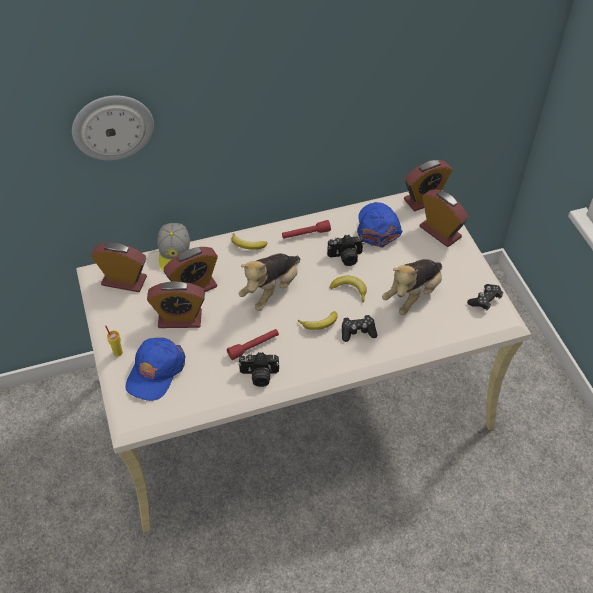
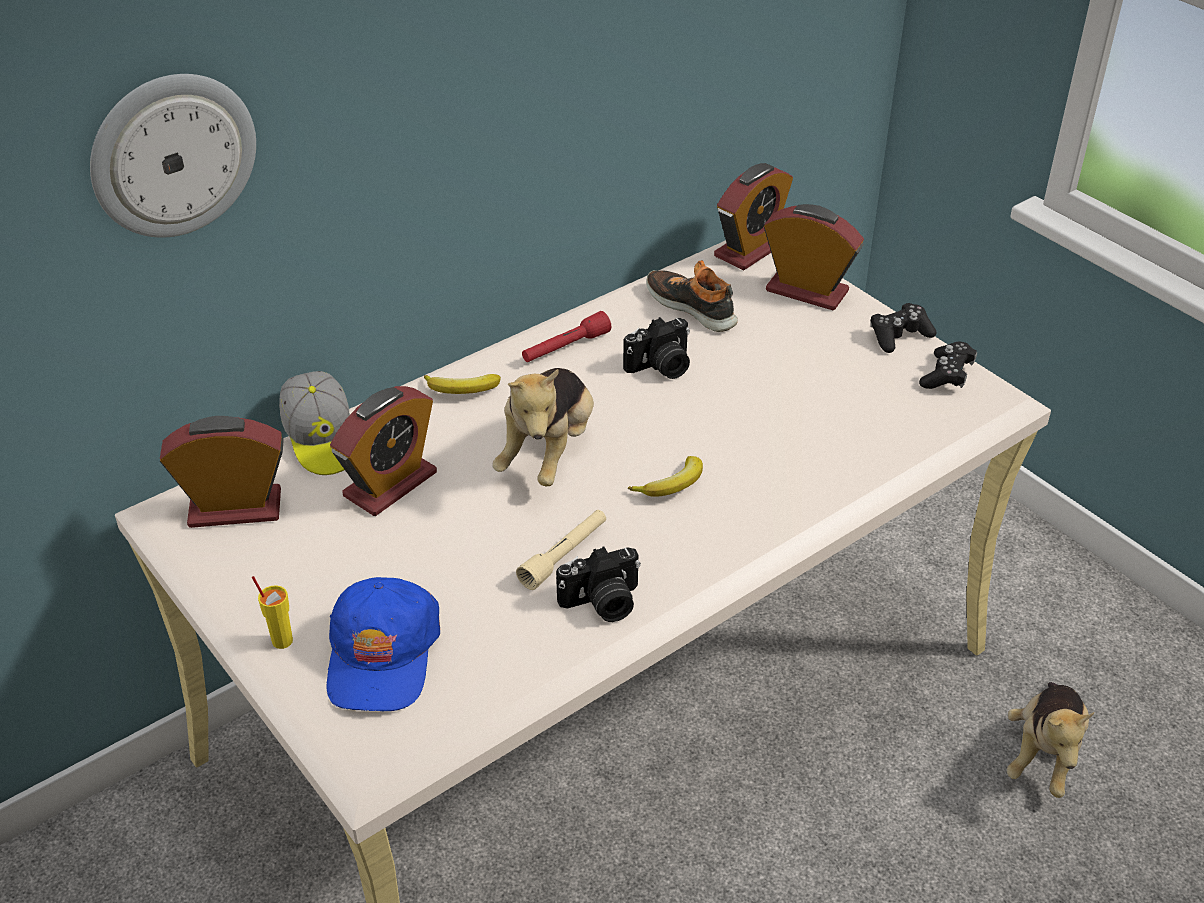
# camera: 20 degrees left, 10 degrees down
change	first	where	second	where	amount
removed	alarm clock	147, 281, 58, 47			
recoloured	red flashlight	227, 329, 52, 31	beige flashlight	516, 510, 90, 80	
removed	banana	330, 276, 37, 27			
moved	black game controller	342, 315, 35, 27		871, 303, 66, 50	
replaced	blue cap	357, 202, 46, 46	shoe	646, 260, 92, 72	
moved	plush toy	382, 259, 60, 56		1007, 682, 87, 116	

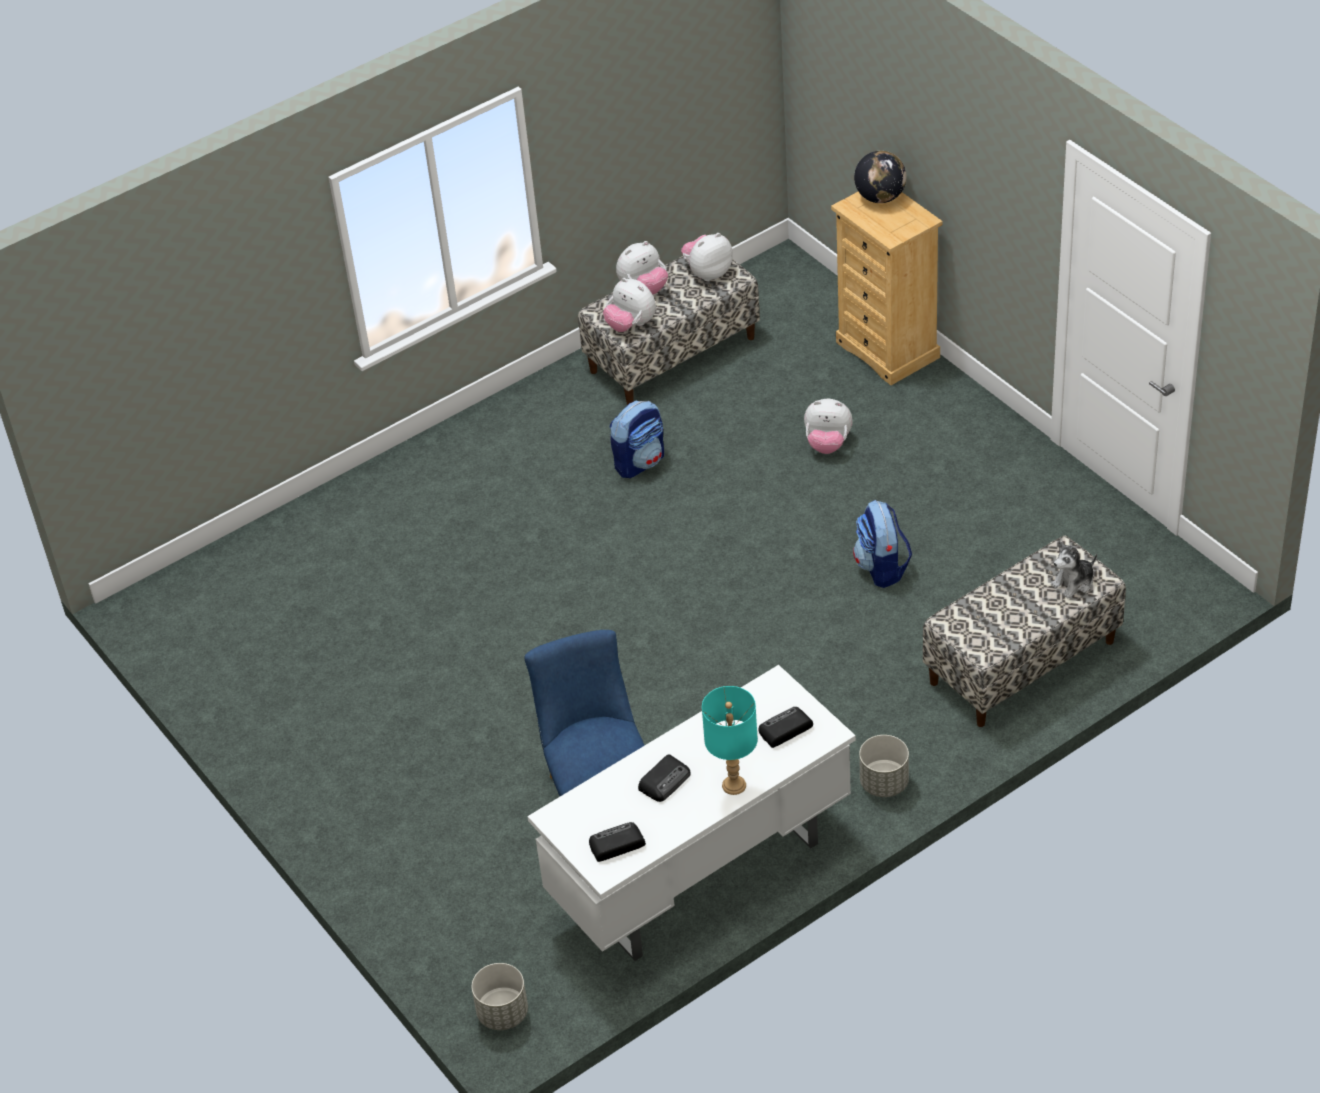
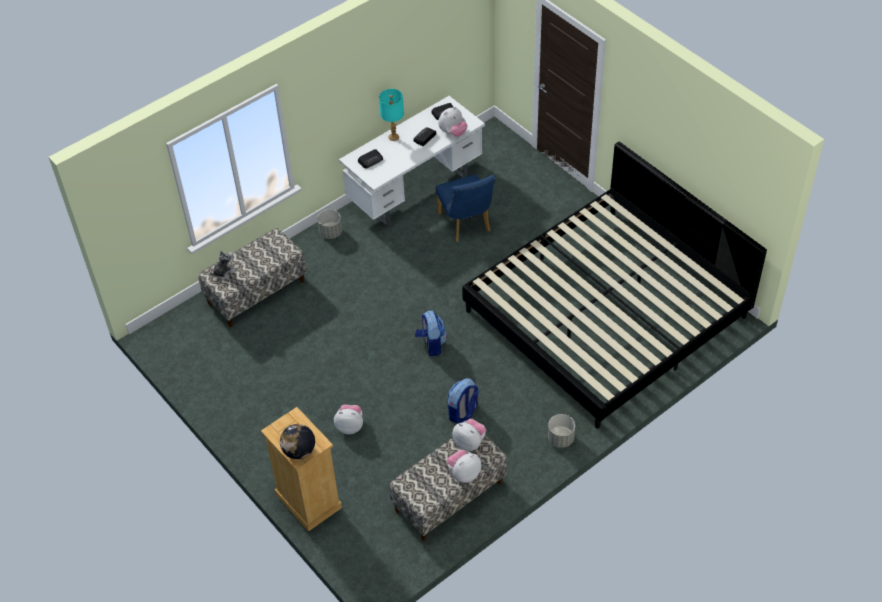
# camera: 175 degrees right, 5 degrees up
change	first	where	second	where	amount
moved	grey planter	472, 963, 56, 67		548, 414, 27, 34	
moved	plush toy	681, 233, 52, 48		438, 107, 29, 30	
moved	backpack	853, 500, 59, 88		415, 310, 32, 46	
added			bed	462, 141, 305, 288	

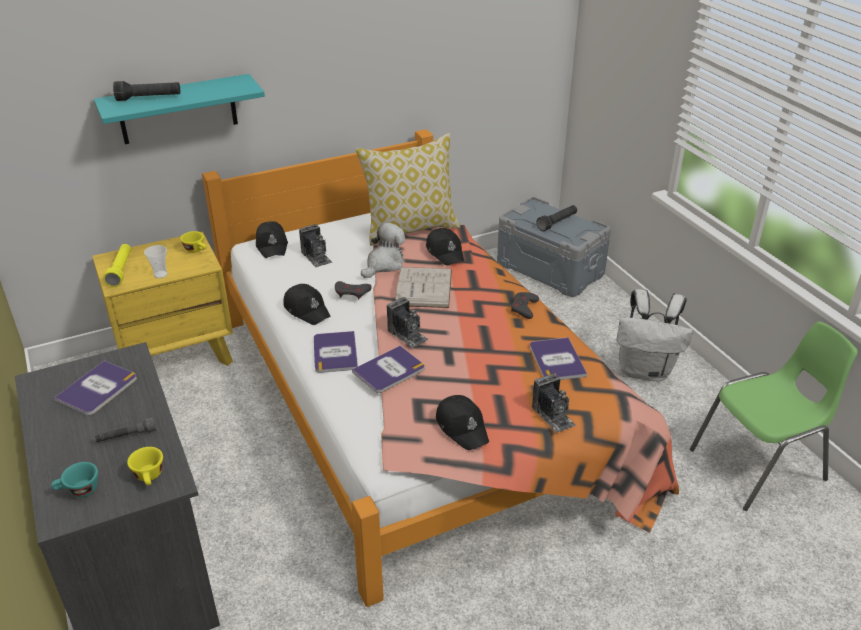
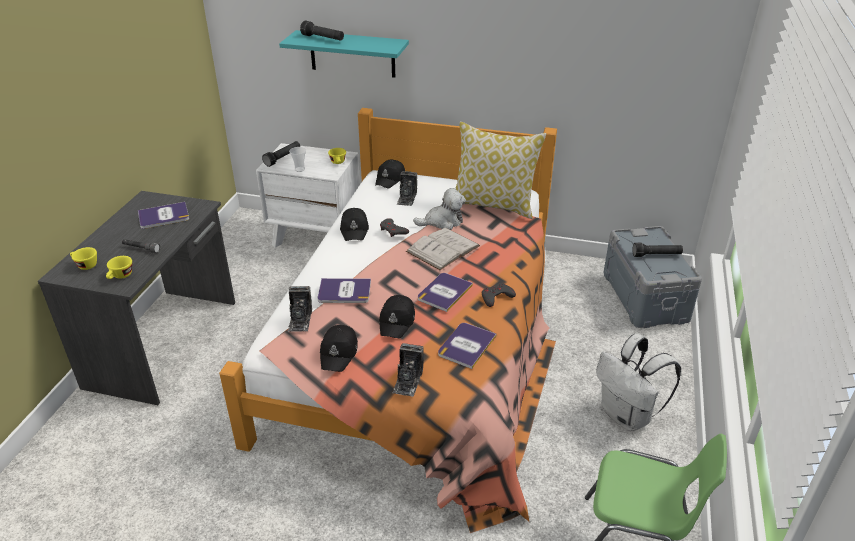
# camera: 40 degrees right, 0 degrees up
change	first	where	second	where	amount
recoloured	turquoise cup	51, 462, 47, 36	yellow cup	70, 247, 27, 23	
recoloured	yellow nightstand	92, 231, 141, 135	white nightstand	256, 143, 104, 105	
recoloured	yellow flashlight	103, 244, 28, 43	black flashlight	262, 141, 38, 26	
moved	book	314, 331, 44, 42		418, 273, 55, 39	
moved	photo camera	387, 297, 42, 51		288, 286, 24, 46	
moved	black cap	426, 228, 38, 38		379, 295, 36, 43	

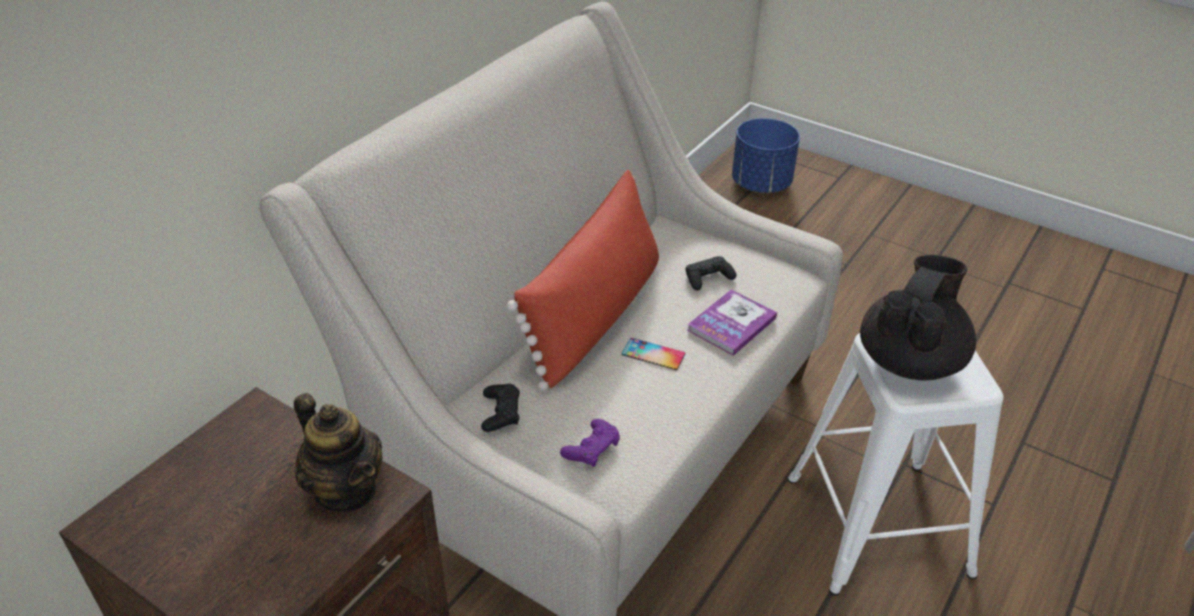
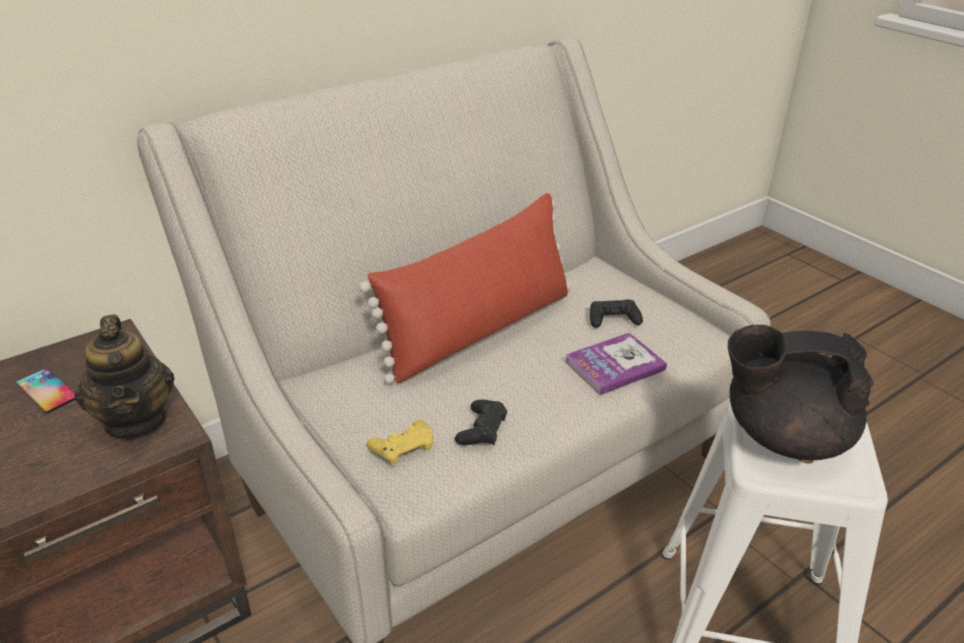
# camera: 20 degrees right, 5 degrees down
change	first	where	second	where	amount
moved	black game controller	481, 384, 39, 48		455, 400, 52, 45	
recoloured	purple game controller	560, 419, 60, 48	yellow game controller	367, 420, 66, 45	
moved	phone	622, 338, 63, 32		16, 368, 59, 45	
removed	blue planter	732, 118, 68, 75			
turned	black teapot	860, 255, 116, 126		728, 325, 146, 135	135 degrees counterclockwise

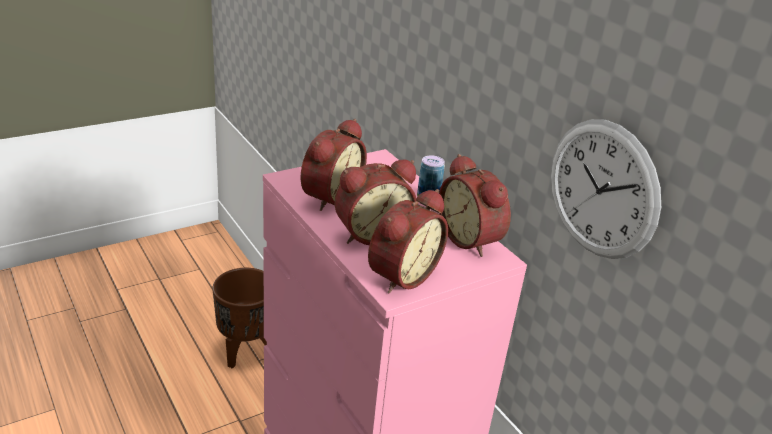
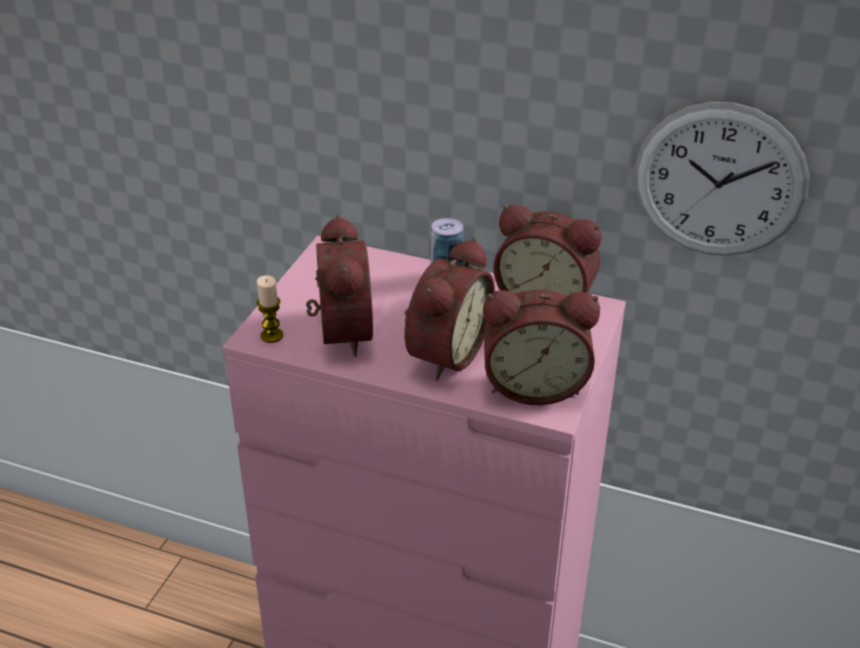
# camera: 35 degrees left, 5 degrees up
change	first	where	second	where	amount
removed	brown planter	213, 268, 54, 101			
turned	alarm clock	368, 189, 80, 105		483, 289, 117, 116	90 degrees clockwise
added			candle	257, 275, 26, 68	

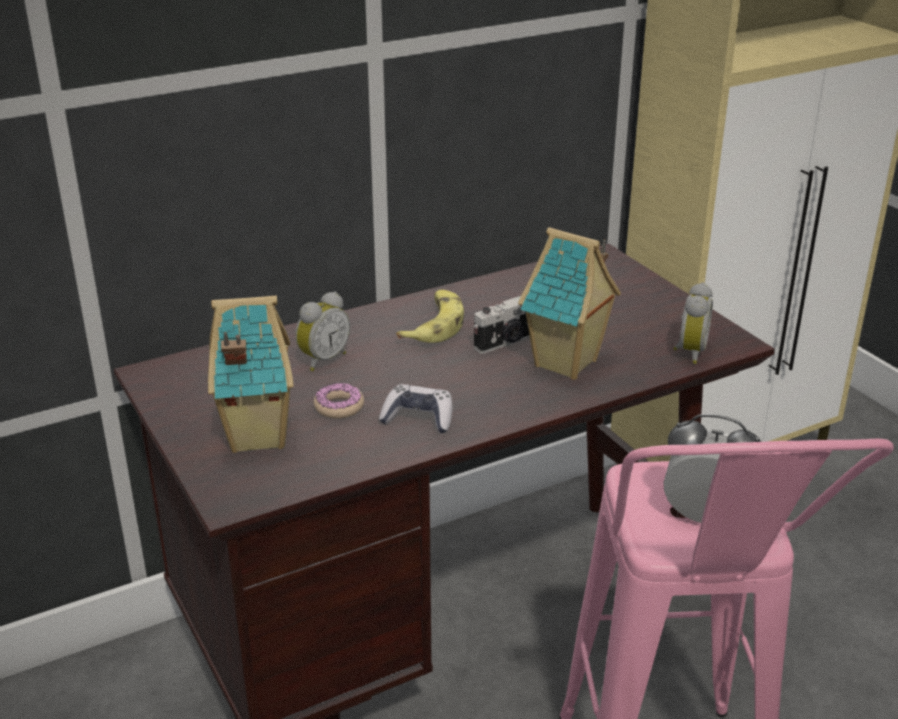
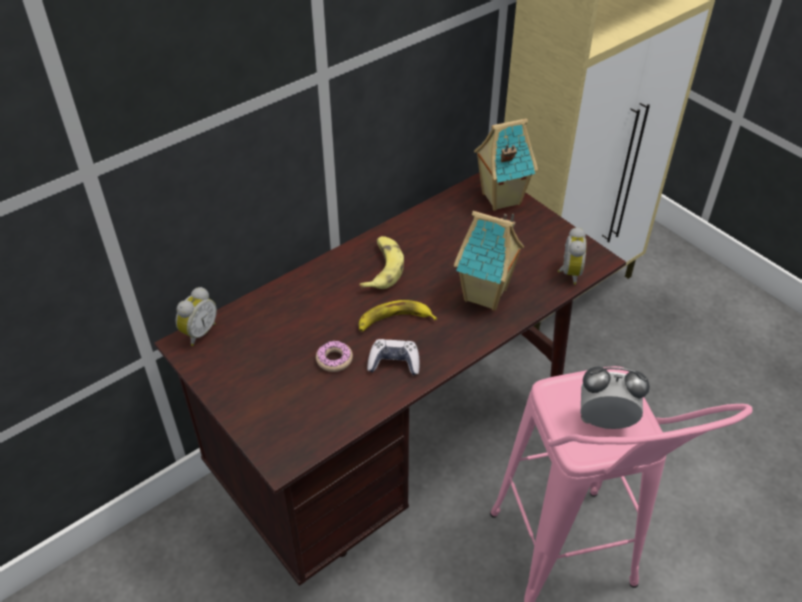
# camera: 10 degrees left, 15 degrees up
change	first	where	second	where	amount
moved	toy house	208, 295, 86, 158		474, 118, 64, 93	
moved	alarm clock	295, 292, 55, 79		176, 287, 41, 59	
removed	photo camera	474, 296, 56, 58			
added			banana	359, 300, 78, 31	

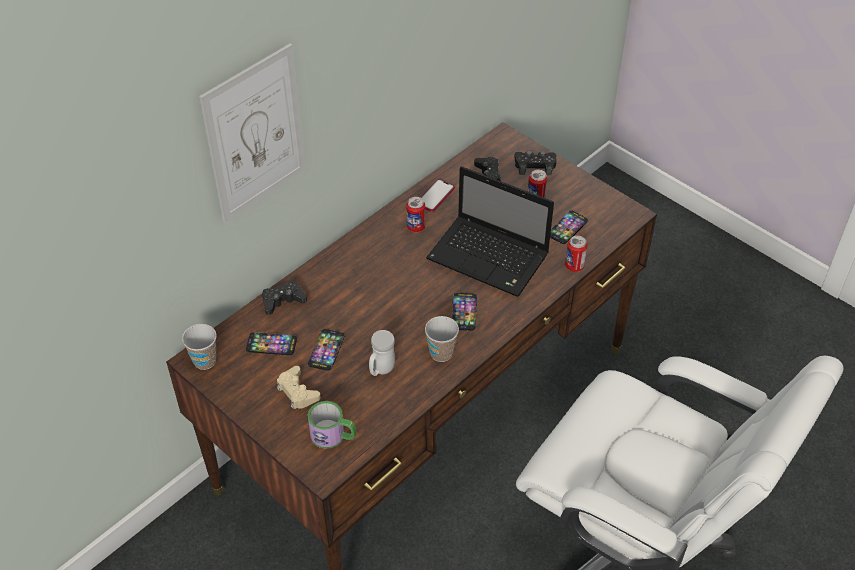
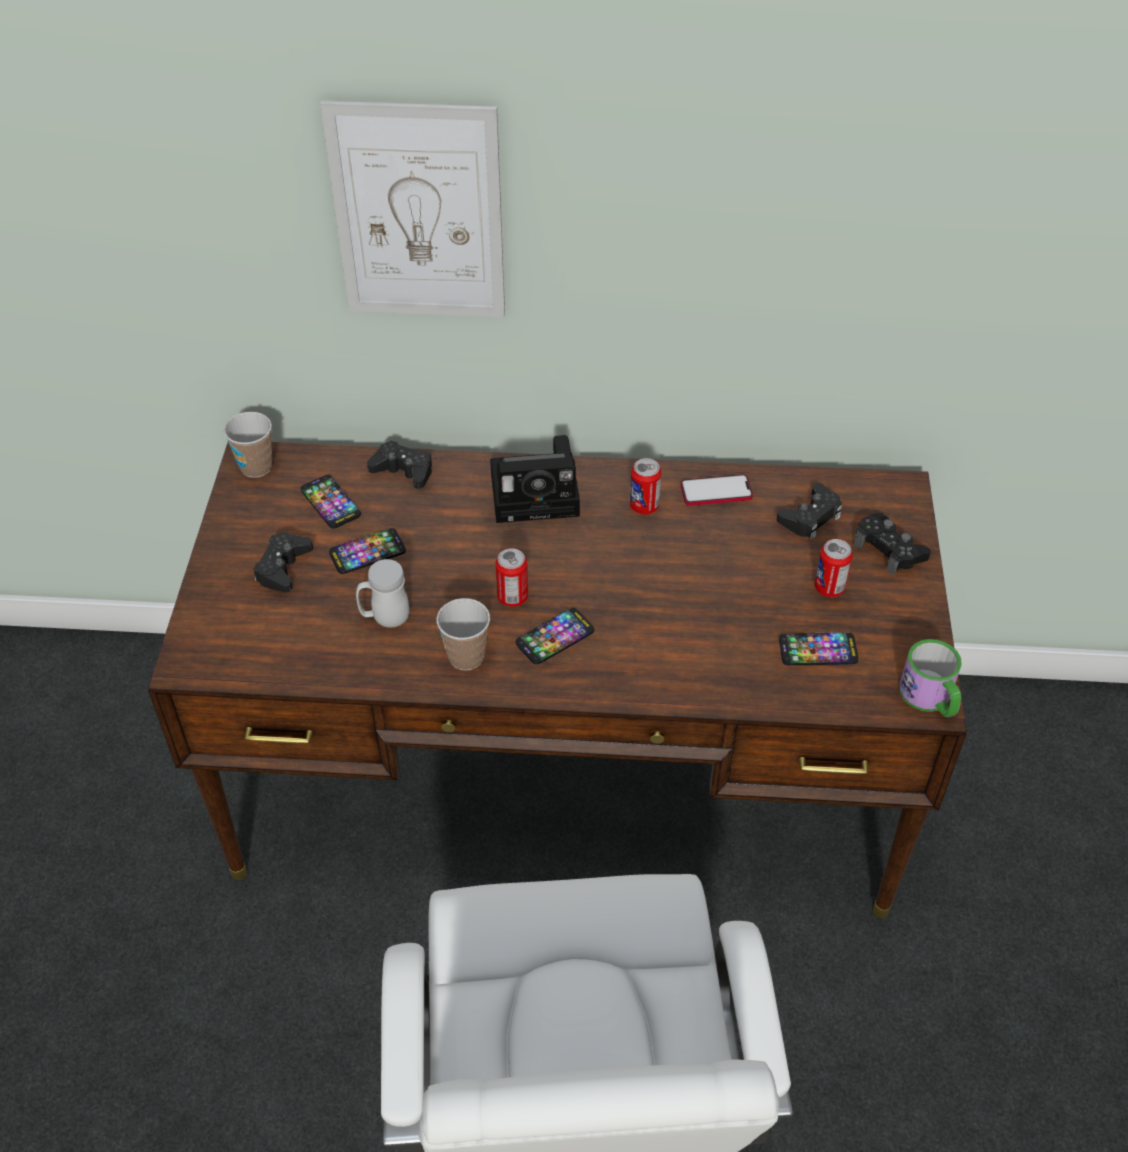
# camera: 50 degrees right, 0 degrees up
change	first	where	second	where	amount
recoloured	beige game controller	277, 366, 44, 43	black game controller	253, 532, 60, 61	
moved	mug	308, 401, 48, 48		899, 639, 63, 78	
removed	laptop	426, 166, 128, 131			
moved	can	565, 236, 23, 36		496, 548, 32, 59	
added			photo camera	490, 435, 90, 88	

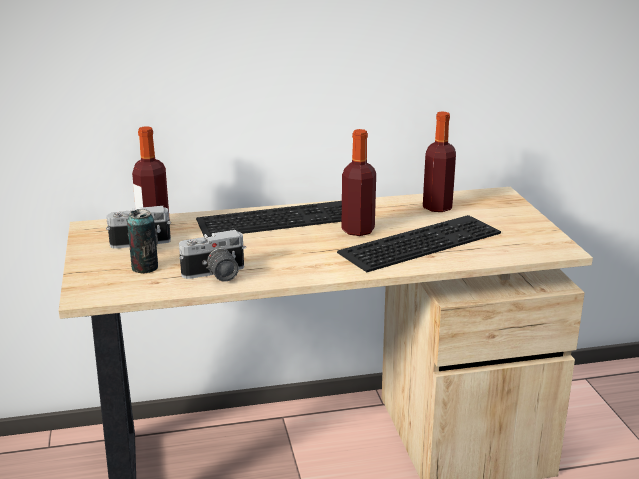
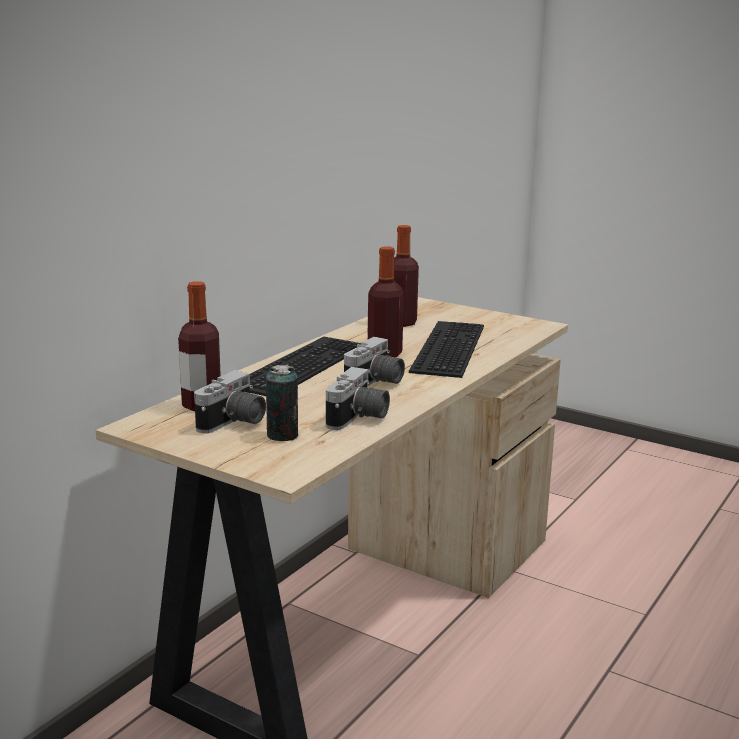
# camera: 45 degrees left, 5 degrees down
change	first	where	second	where	amount
added			photo camera	344, 337, 61, 49	

